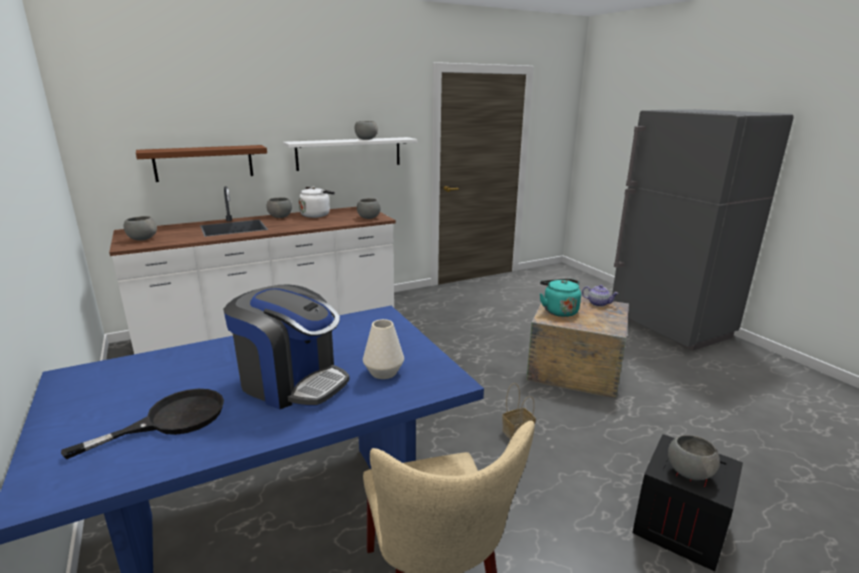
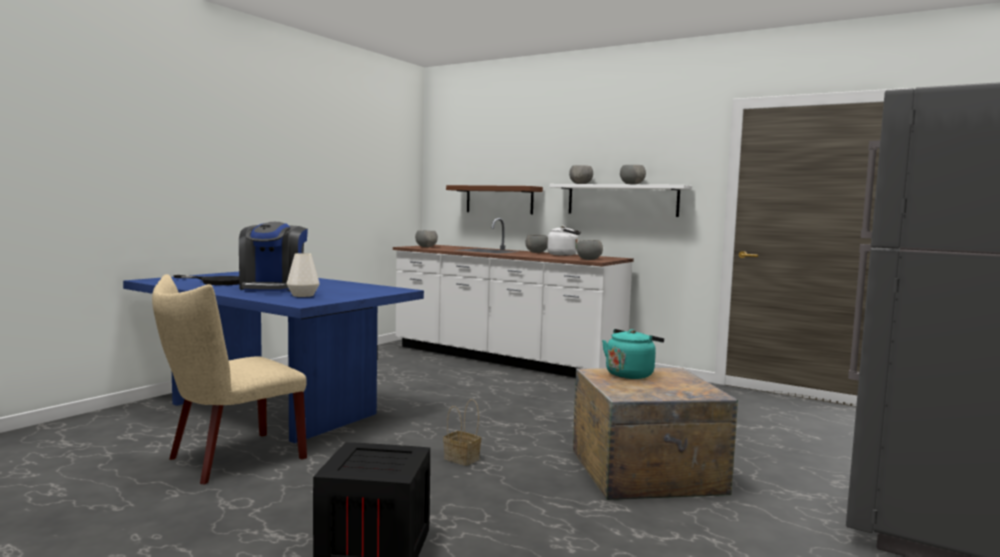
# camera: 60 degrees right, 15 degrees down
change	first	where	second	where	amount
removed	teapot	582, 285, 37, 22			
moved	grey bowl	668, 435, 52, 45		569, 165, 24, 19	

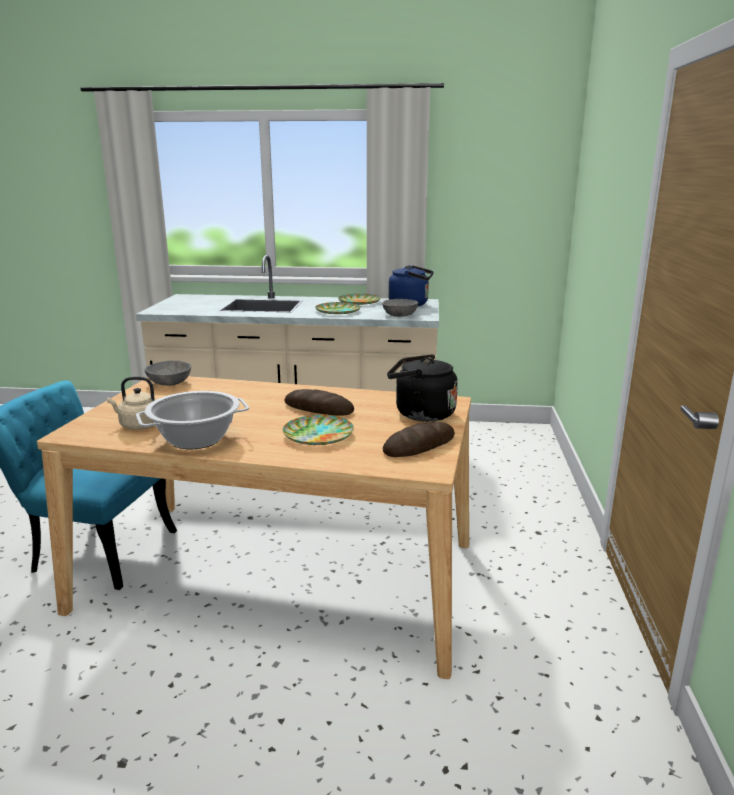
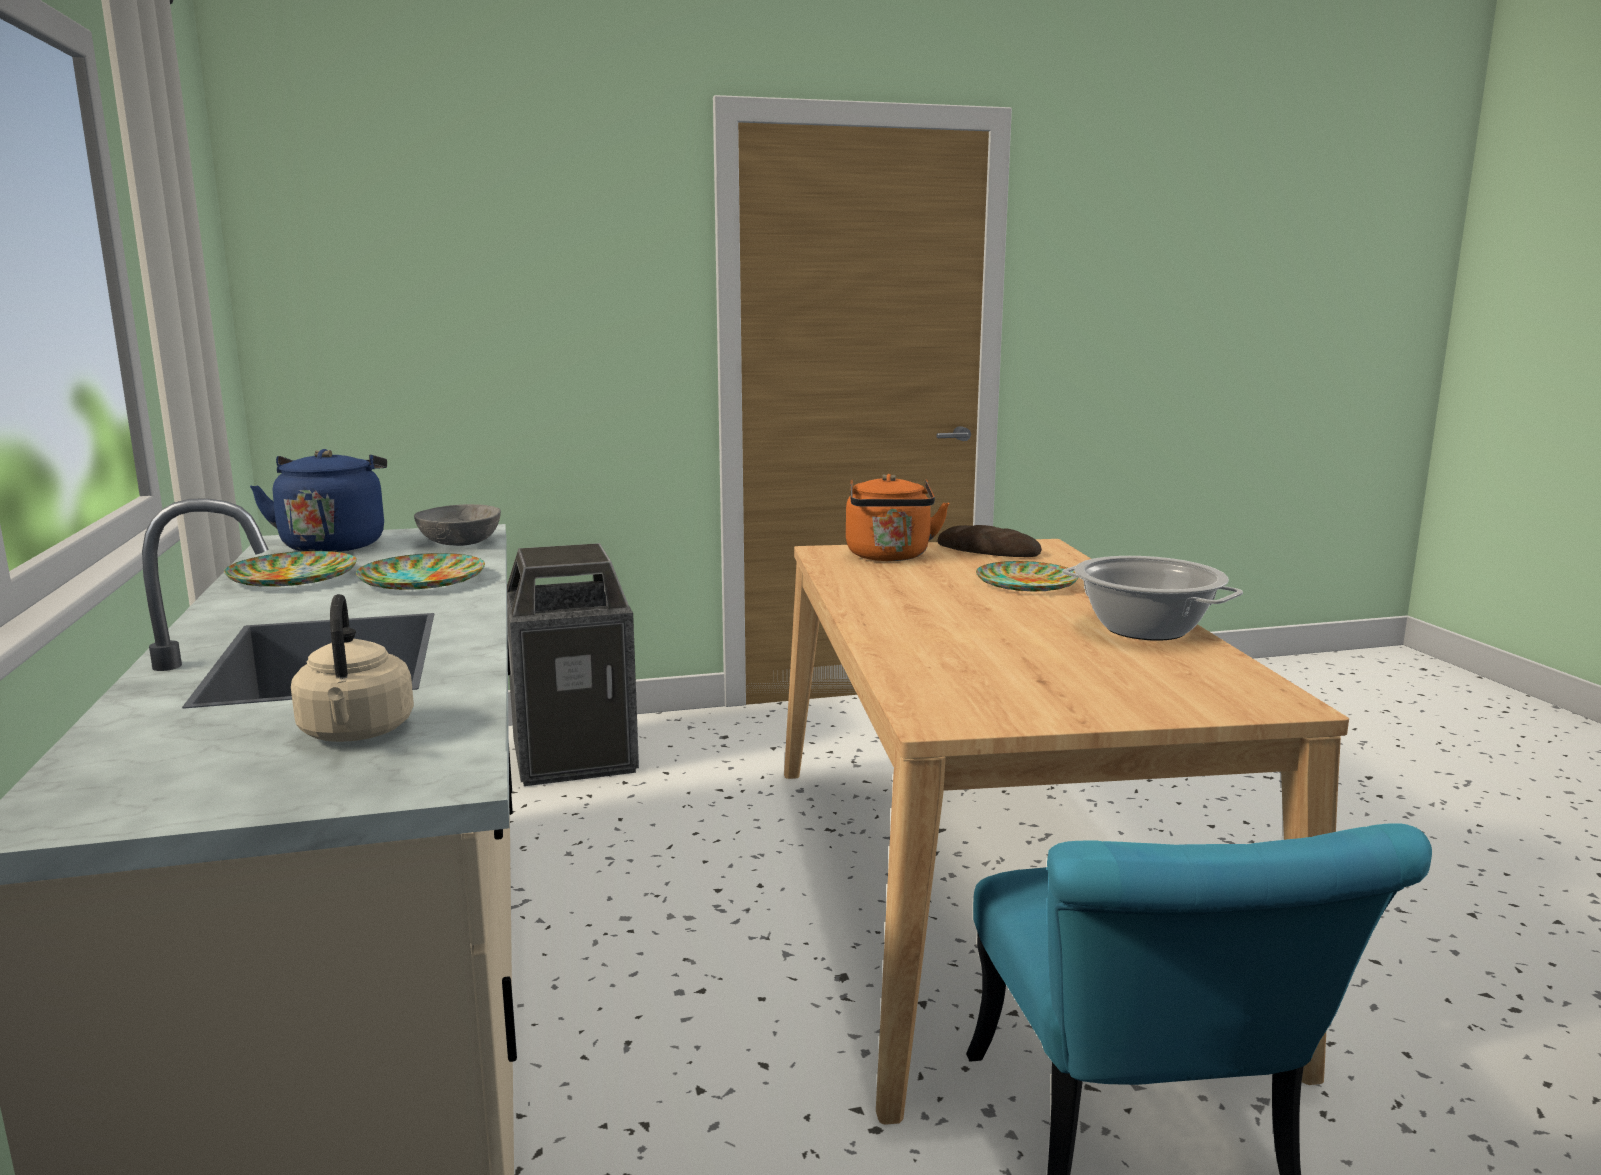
# camera: 110 degrees left, 5 degrees down
change	first	where	second	where	amount
moved	beige kettle	107, 377, 50, 53		291, 594, 123, 148	
removed	grey bowl	145, 361, 46, 24			
removed	bread	284, 389, 70, 26			
recoloured	black kettle	387, 354, 71, 68	orange kettle	846, 474, 103, 87	
added			trash can	507, 543, 132, 243	

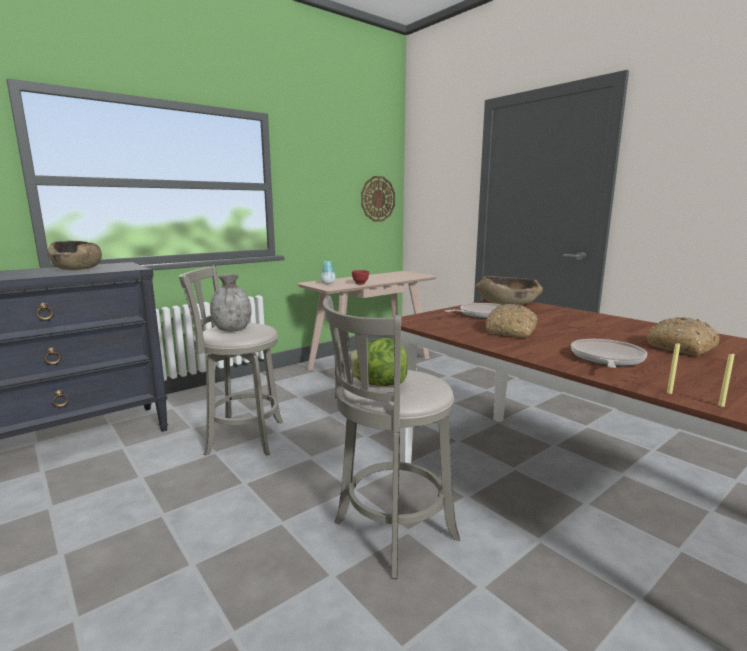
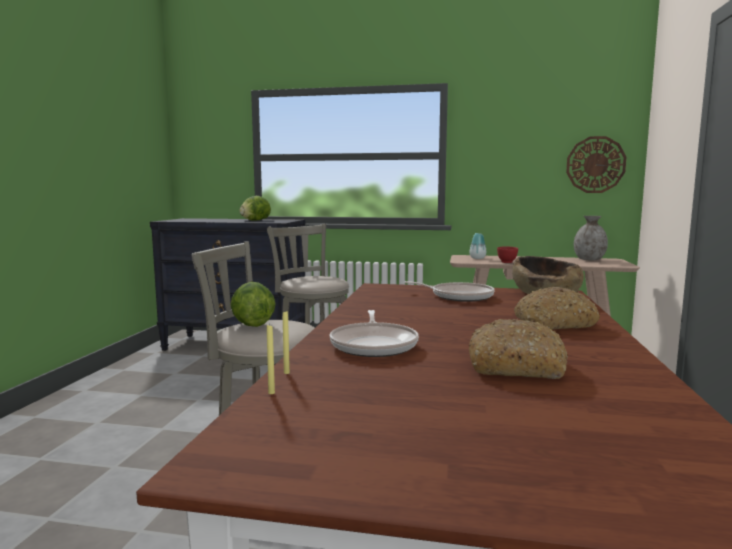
# camera: 50 degrees right, 5 degrees down
change	first	where	second	where	amount
replaced	brown bowl	48, 241, 54, 29	lettuce	240, 196, 31, 25	
moved	grey vase	210, 274, 42, 58		574, 216, 34, 44	
moved	bread	486, 304, 51, 34		514, 287, 86, 43	
turned	frying pan	571, 339, 76, 29		330, 310, 89, 47	105 degrees clockwise

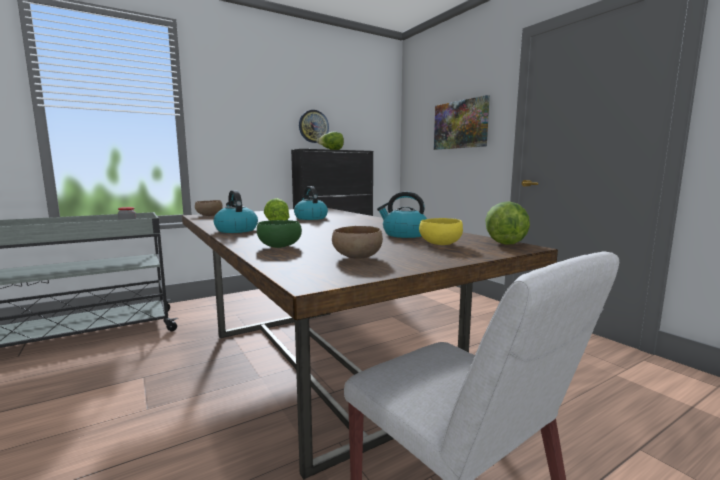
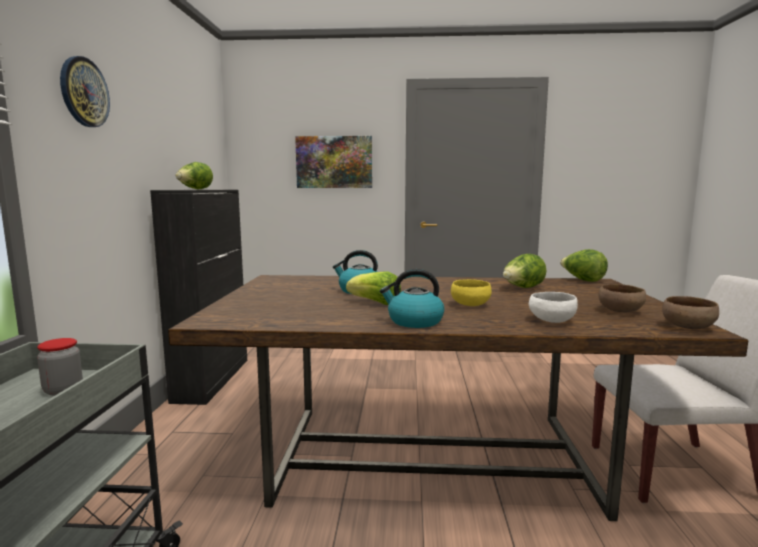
# camera: 55 degrees left, 0 degrees up
change	first	where	second	where	amount
moved	brown bowl	195, 200, 28, 16		662, 296, 57, 33	
recoloured	green bowl	257, 220, 45, 28	white bowl	529, 292, 49, 31	
moved	wall clock	299, 110, 30, 33		60, 56, 50, 71	
replaced	kettle	377, 191, 50, 47	lettuce	503, 254, 43, 34	
moved	yellow bowl	419, 218, 44, 27		451, 279, 41, 27	

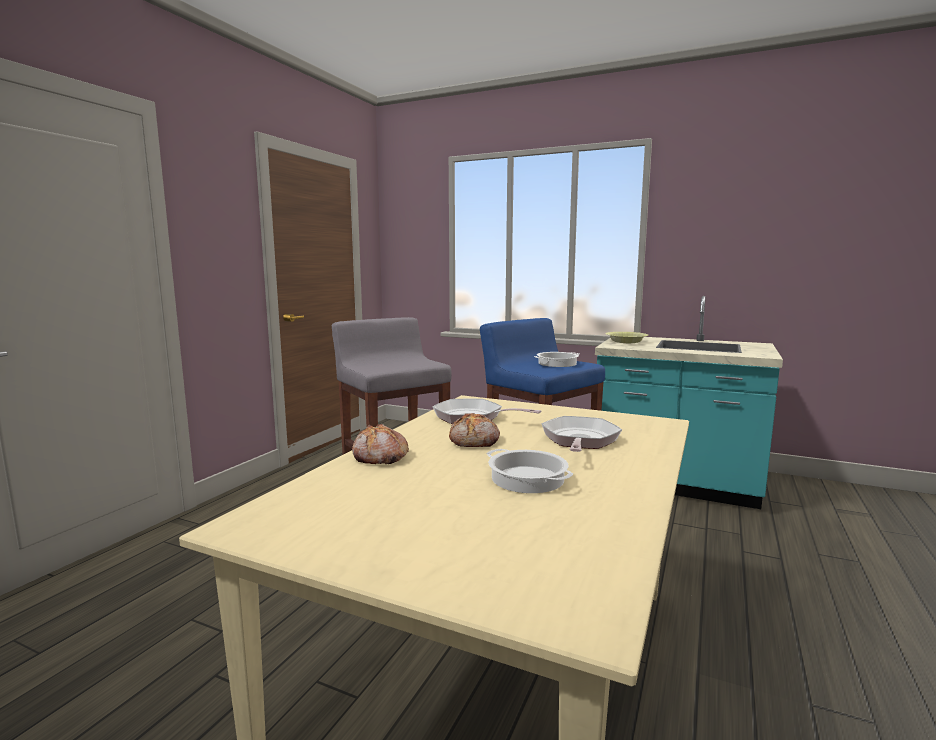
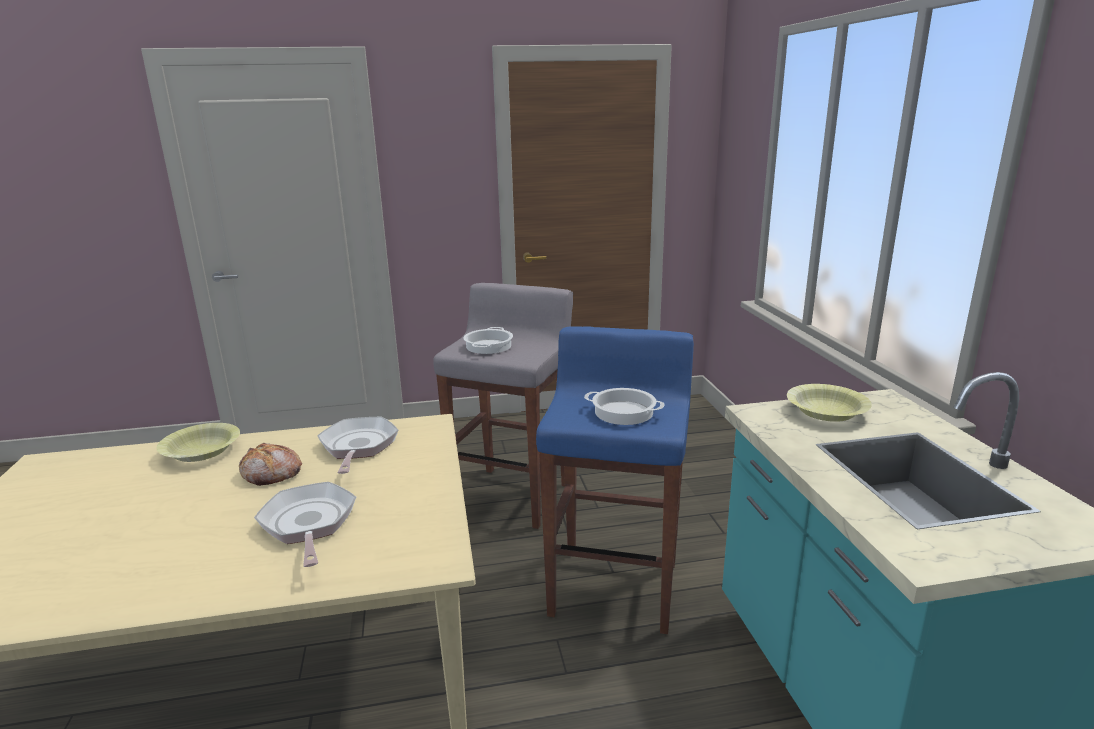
# camera: 55 degrees right, 10 degrees up
change	first	where	second	where	amount
replaced	bread	352, 423, 57, 41	yellow bowl	156, 423, 84, 39	
moved	cooking pot	487, 449, 86, 44		463, 327, 50, 27	
turned	frying pan	541, 416, 81, 36		254, 482, 102, 85	90 degrees counterclockwise

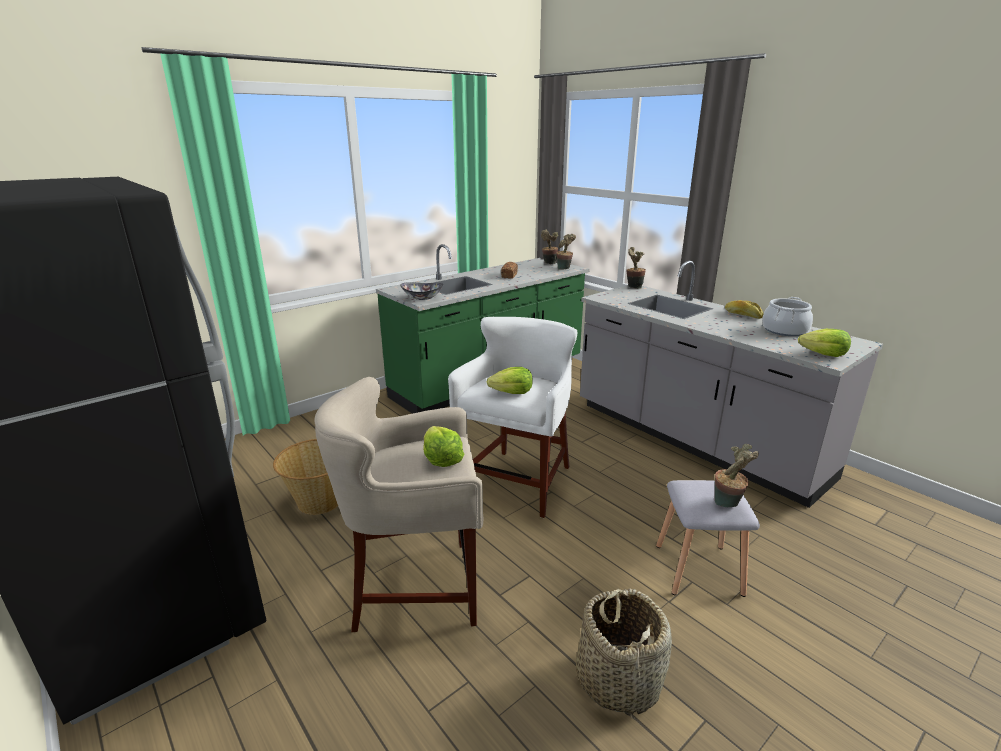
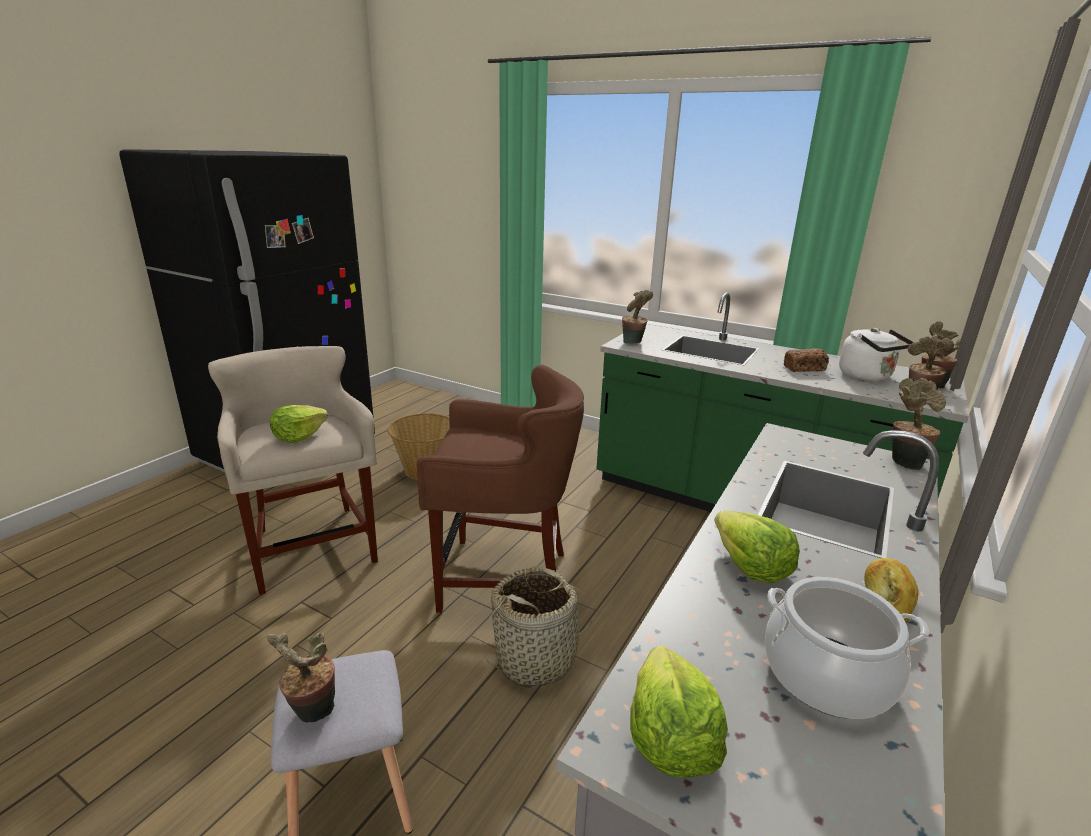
# camera: 70 degrees right, 0 degrees up
change	first	where	second	where	amount
replaced	bowl	400, 282, 44, 18	potted plant	622, 290, 31, 54	
recoloured	white stool	448, 317, 129, 201	brown stool	417, 365, 167, 248	
moved	lettuce	487, 367, 46, 27		714, 511, 86, 72	
moved	basket	576, 588, 96, 131		485, 566, 110, 121	
added			white kettle	839, 328, 74, 53	

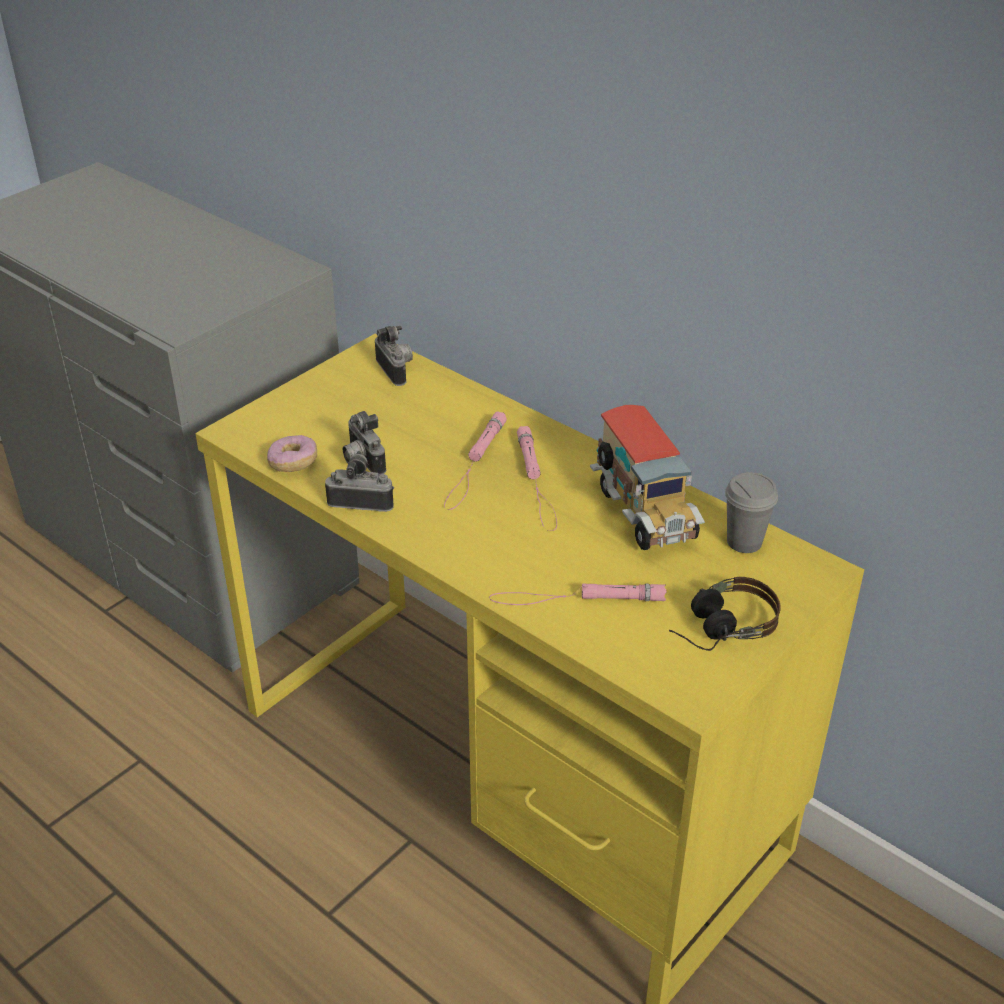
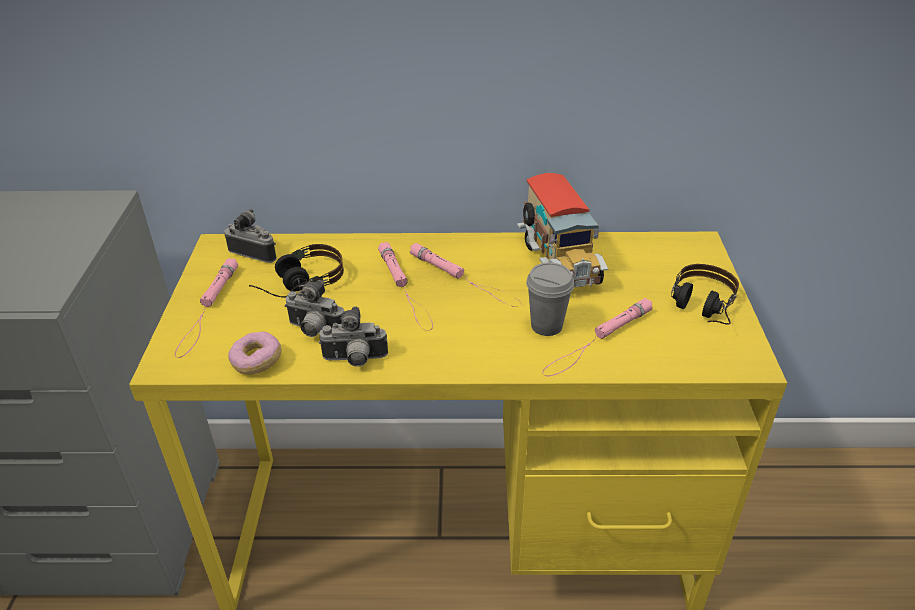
# camera: 40 degrees left, 0 degrees up
change	first	where	second	where	amount
turned	photo camera	325, 451, 69, 61		319, 306, 69, 61	150 degrees counterclockwise
turned	toy truck	590, 405, 115, 145		517, 173, 91, 114	45 degrees clockwise
moved	grey cup	725, 472, 53, 81		526, 263, 48, 73	
added			pink flashlight	175, 258, 63, 100	
added			headphones	249, 244, 95, 54	

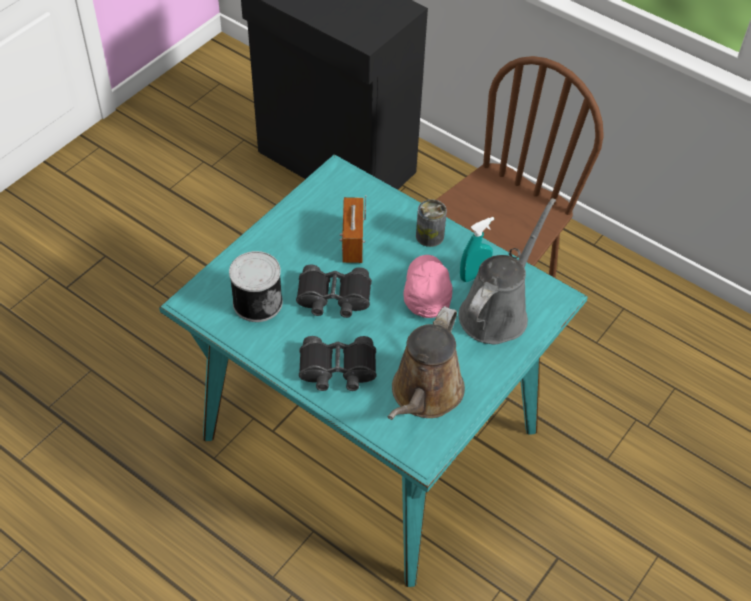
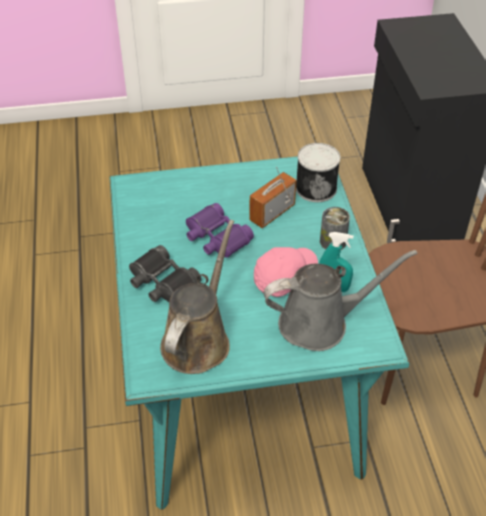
# camera: 45 degrees right, 5 degrees down
change	first	where	second	where	amount
moved	can	229, 251, 54, 71		296, 143, 45, 59	
recoloured	black binoculars	296, 265, 76, 53	purple binoculars	186, 203, 68, 54	
turned	brown watering can	388, 306, 77, 114		160, 220, 74, 154	135 degrees clockwise

